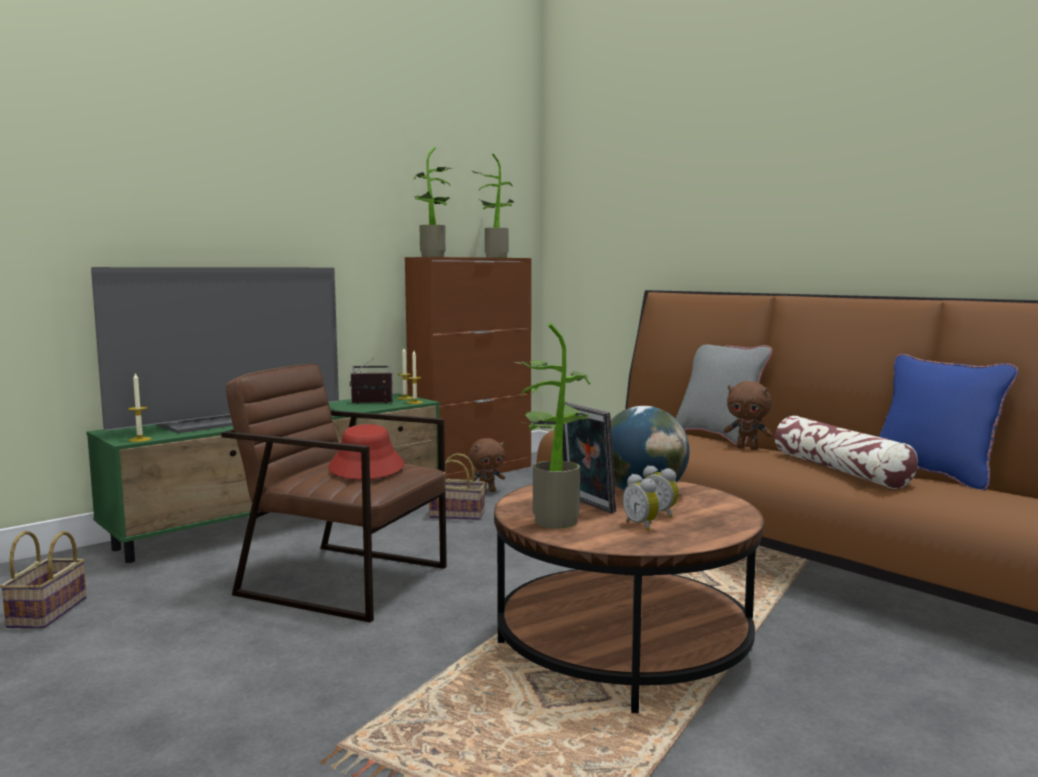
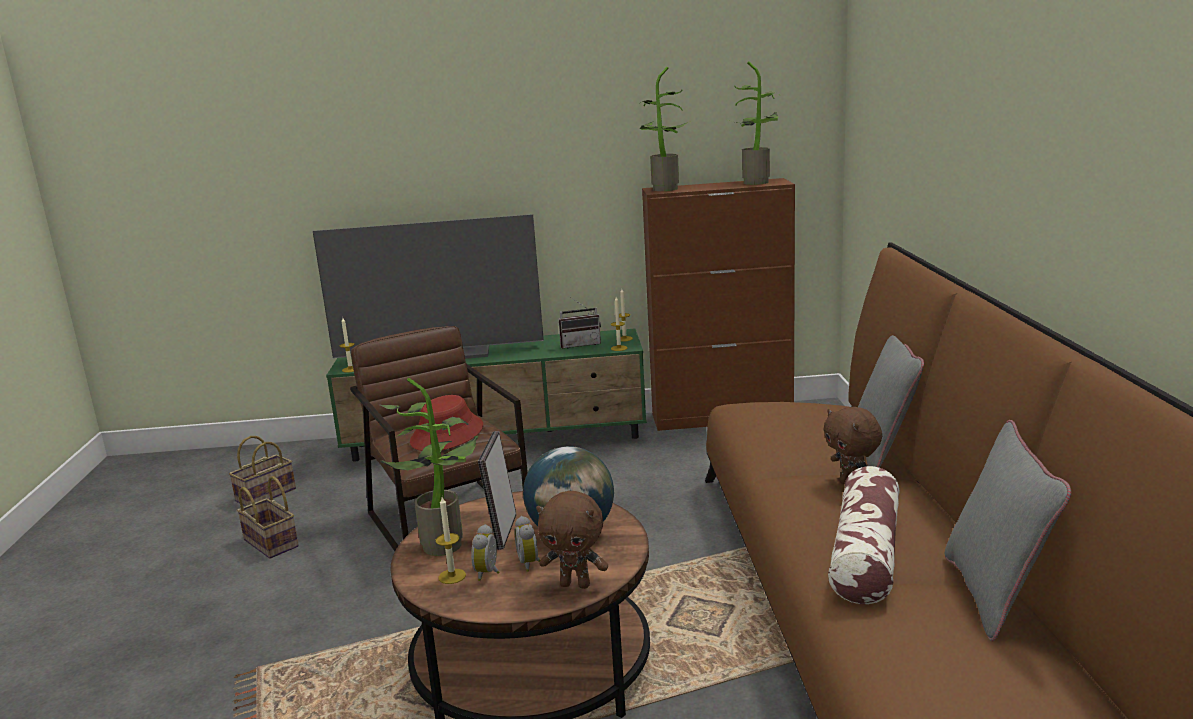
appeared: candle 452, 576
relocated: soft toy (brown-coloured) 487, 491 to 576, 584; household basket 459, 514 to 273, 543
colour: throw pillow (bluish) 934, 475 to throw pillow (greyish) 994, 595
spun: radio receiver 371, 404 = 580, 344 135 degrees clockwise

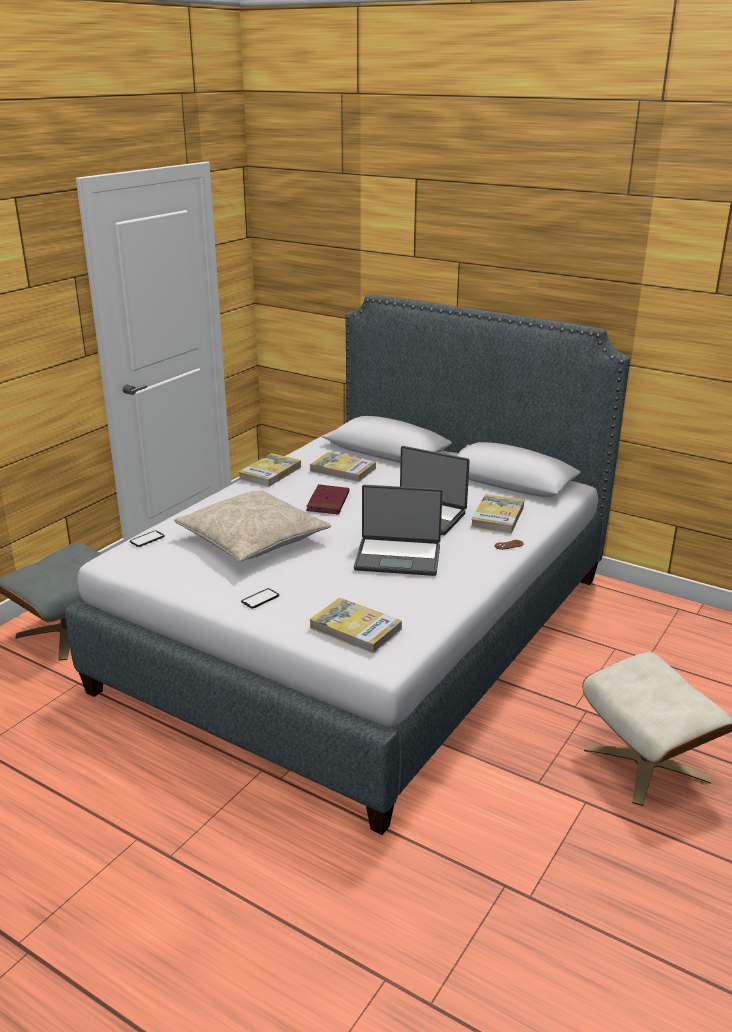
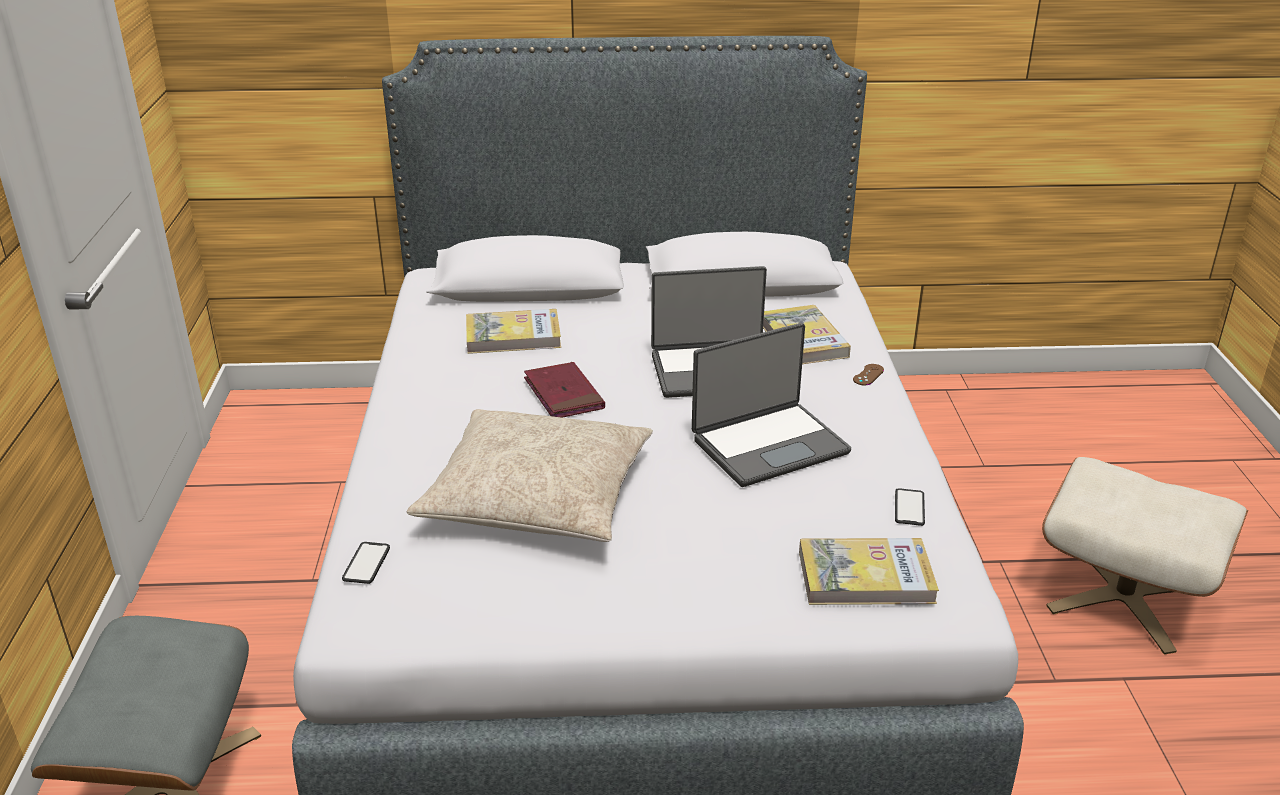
missing: bound book 270, 473
relocated: phone 260, 599 to 909, 508

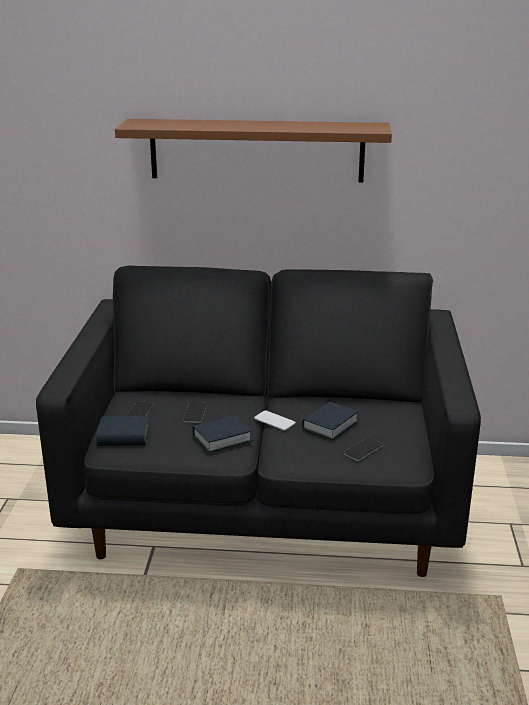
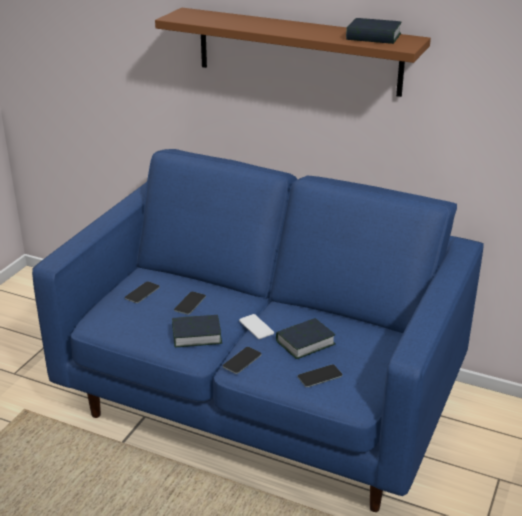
appeared: phone 242, 360
relocated: bound book 123, 437 to 373, 37
colour: sofa (blackish) 266, 509 to sofa (bluish) 263, 404

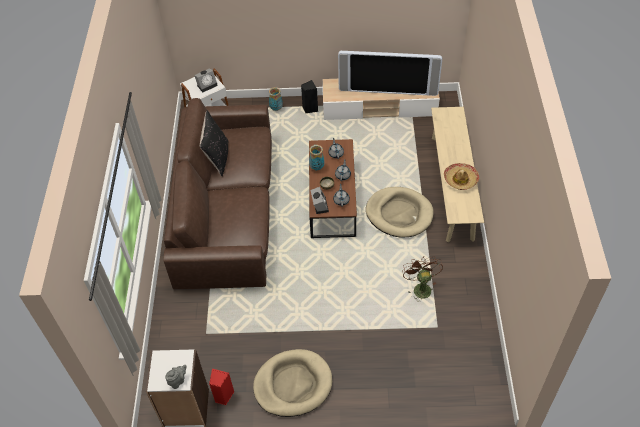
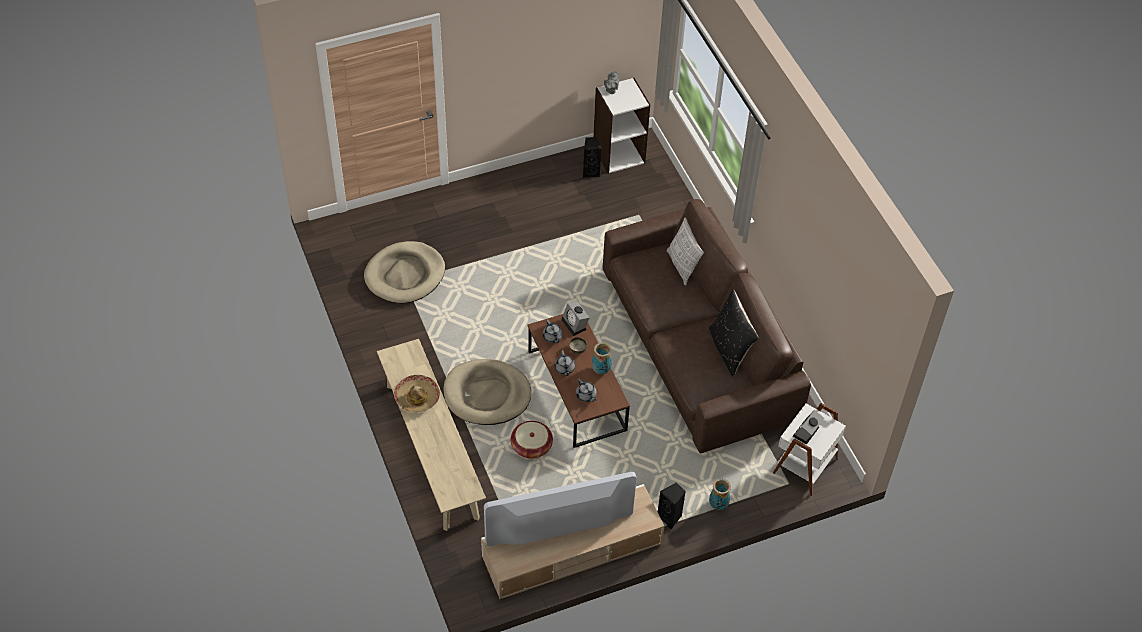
missing: fan (brown-coloured) 420, 287
appeared: throw pillow 682, 266; household basket 531, 446
relocated: pet bed (beige) 293, 384 to 405, 275
colour: speaker (reddish) 223, 396 to speaker (blackish) 591, 171

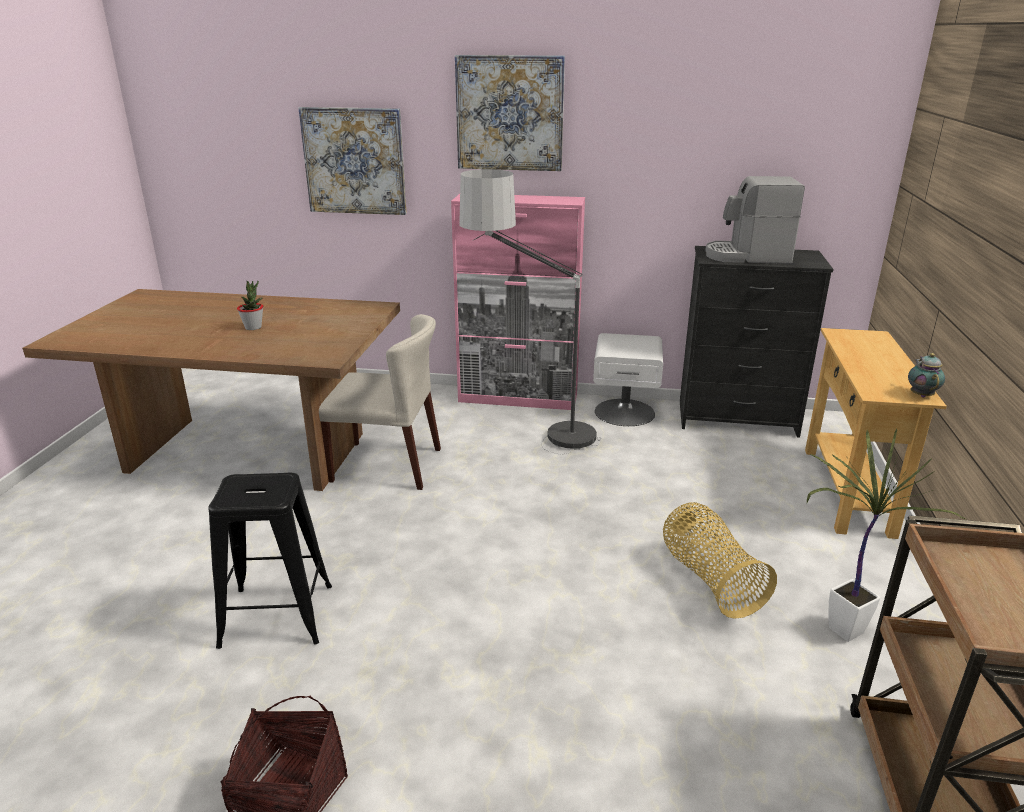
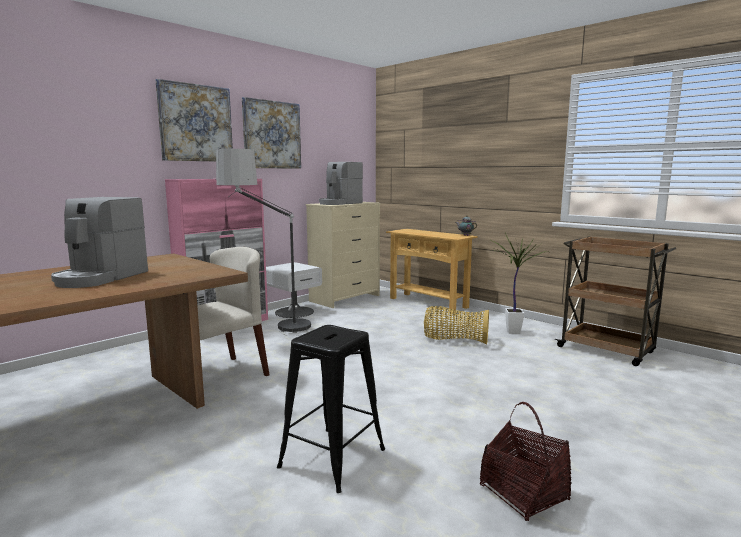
relocated: picture 354, 161 to 272, 135
exchanged: potted plant 253, 327 to coffee machine 100, 278
colour: chest of drawers (blackish) 737, 419 to chest of drawers (beige) 345, 298

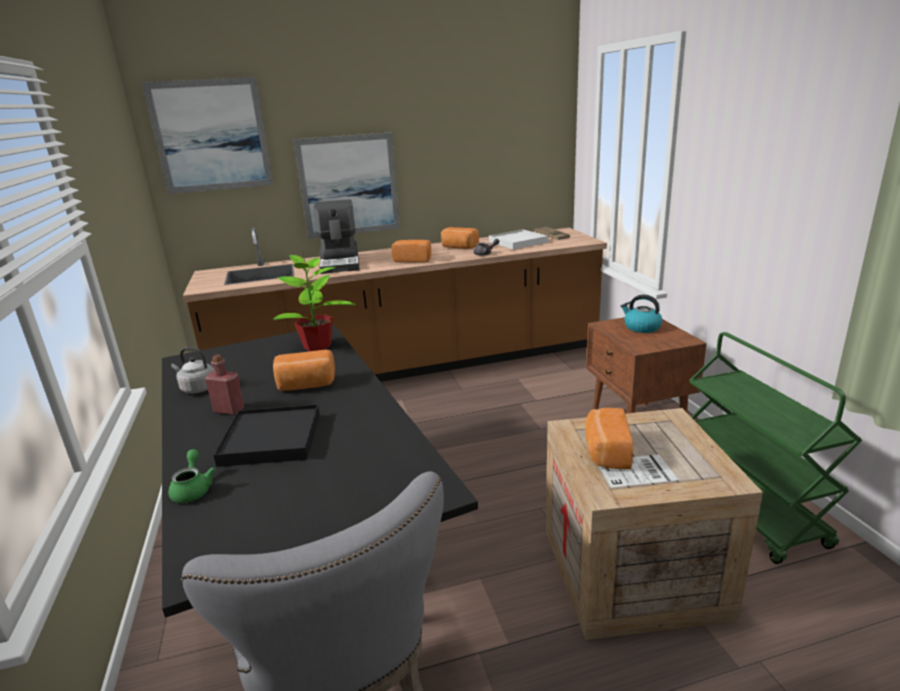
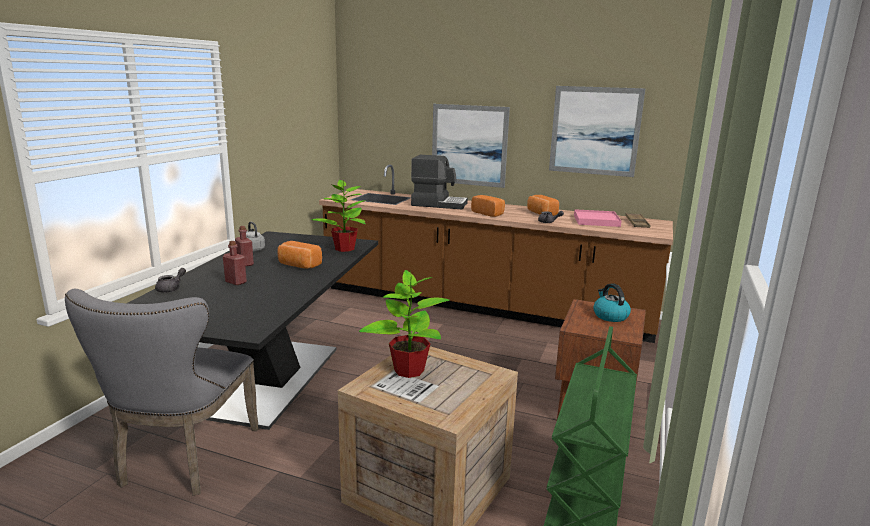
relocated: picture 211, 136 to 595, 131
exchanged: serving tray (blackish) 271, 439 to drink bottle (reddish) 236, 282; bakery bread 606, 452 to potted plant 408, 370
colour: serving tray (white-coloured) 517, 242 to serving tray (pinkish) 596, 220; tea pot (green-coloured) 193, 489 to tea pot (greyish) 171, 289
spun: coffee machine 341, 263 = 439, 204 105 degrees counterclockwise

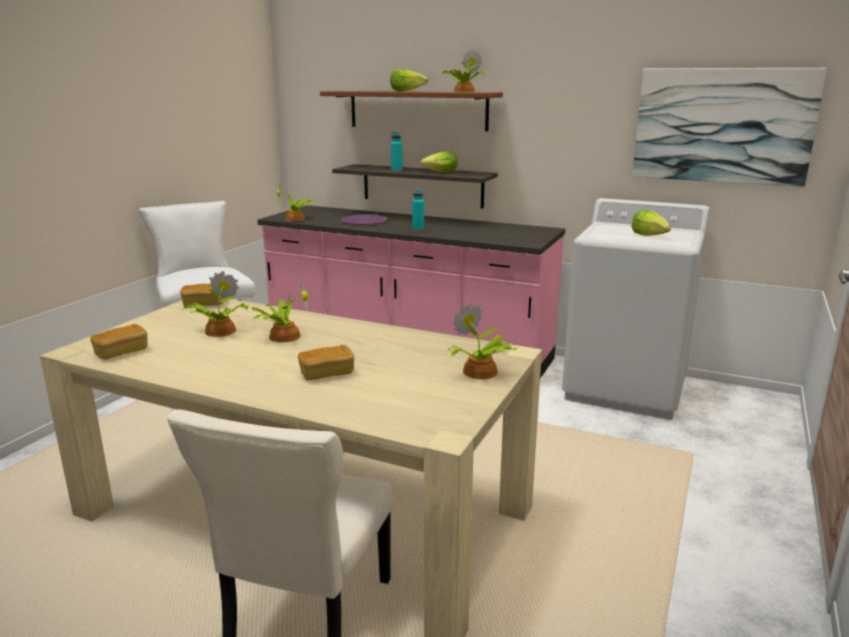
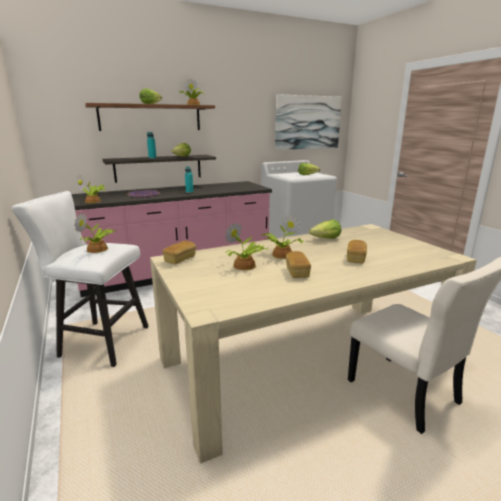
appeared: head of lettuce 326, 239
relocated: potted plant 480, 372 to 98, 249; bakery bread 121, 352 to 297, 272

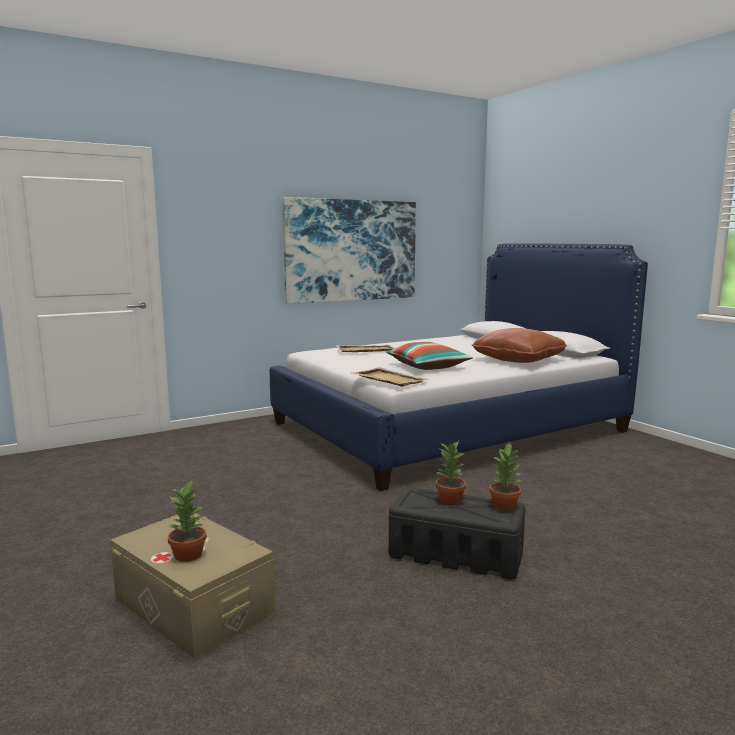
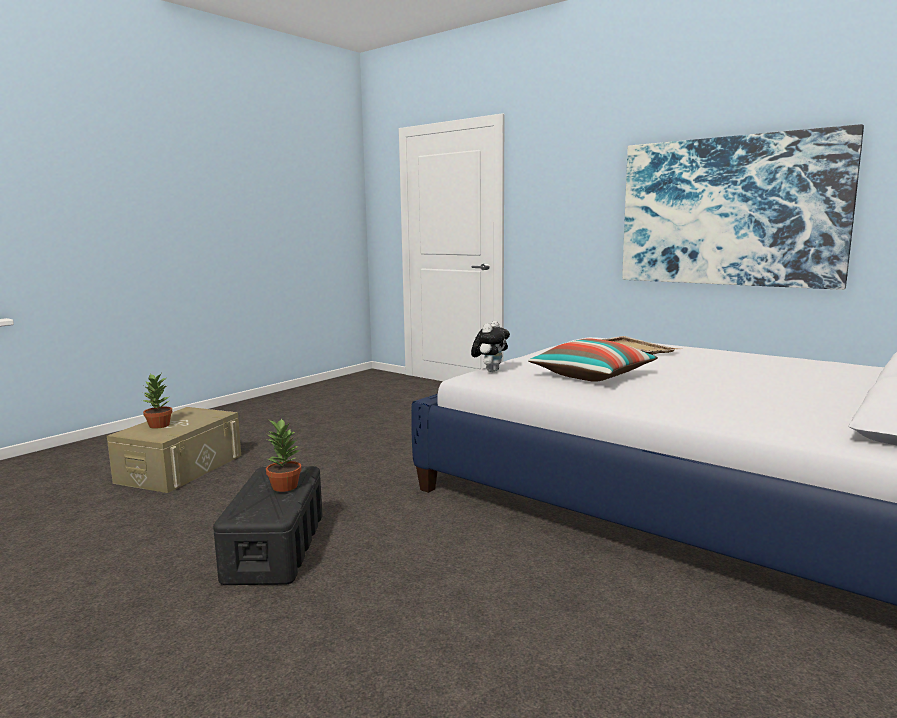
missing: throw pillow (brown-coloured) 518, 360; potted plant 505, 505
exchanged: serving tray (beige) 388, 379 to soft toy 490, 370

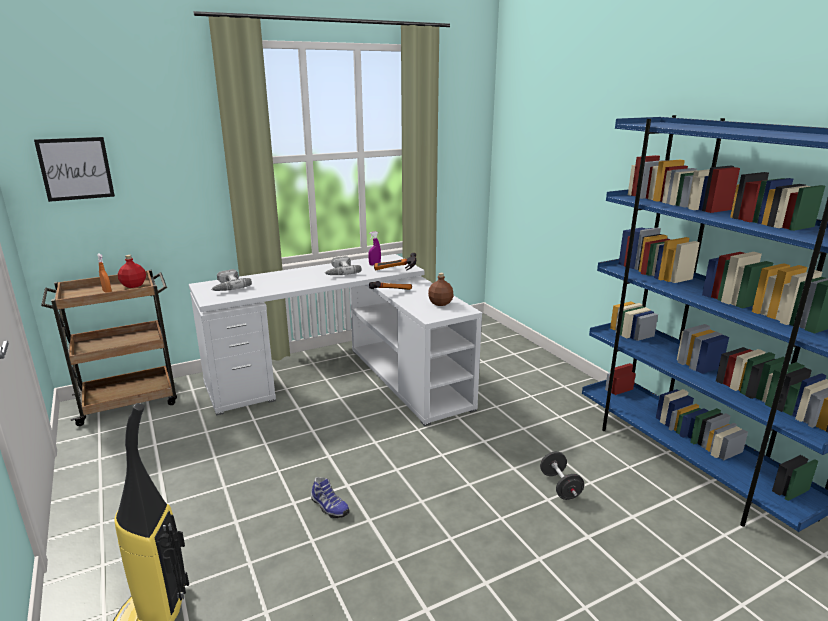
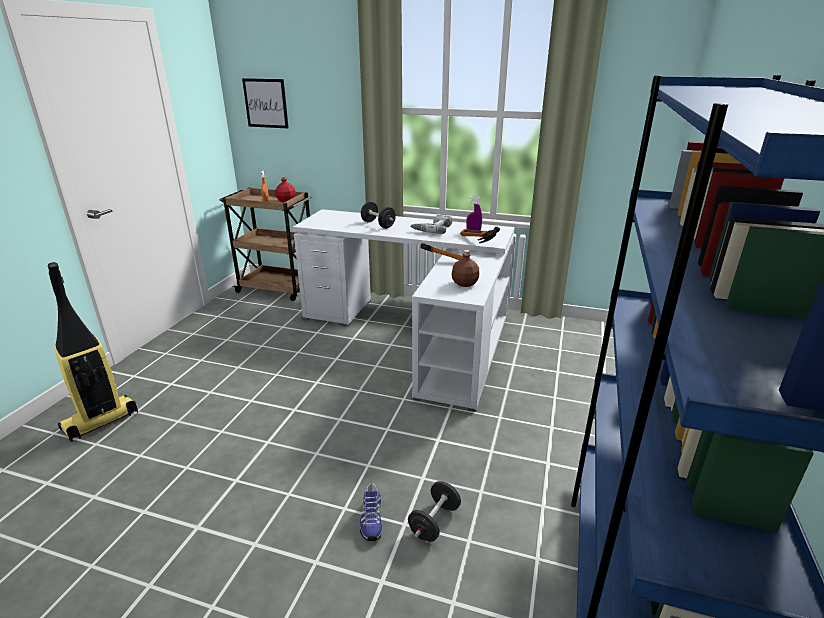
missing: electric drill 227, 286
appeared: hand weight (blackish) 378, 224
relocated: shoe 328, 507 to 371, 520

